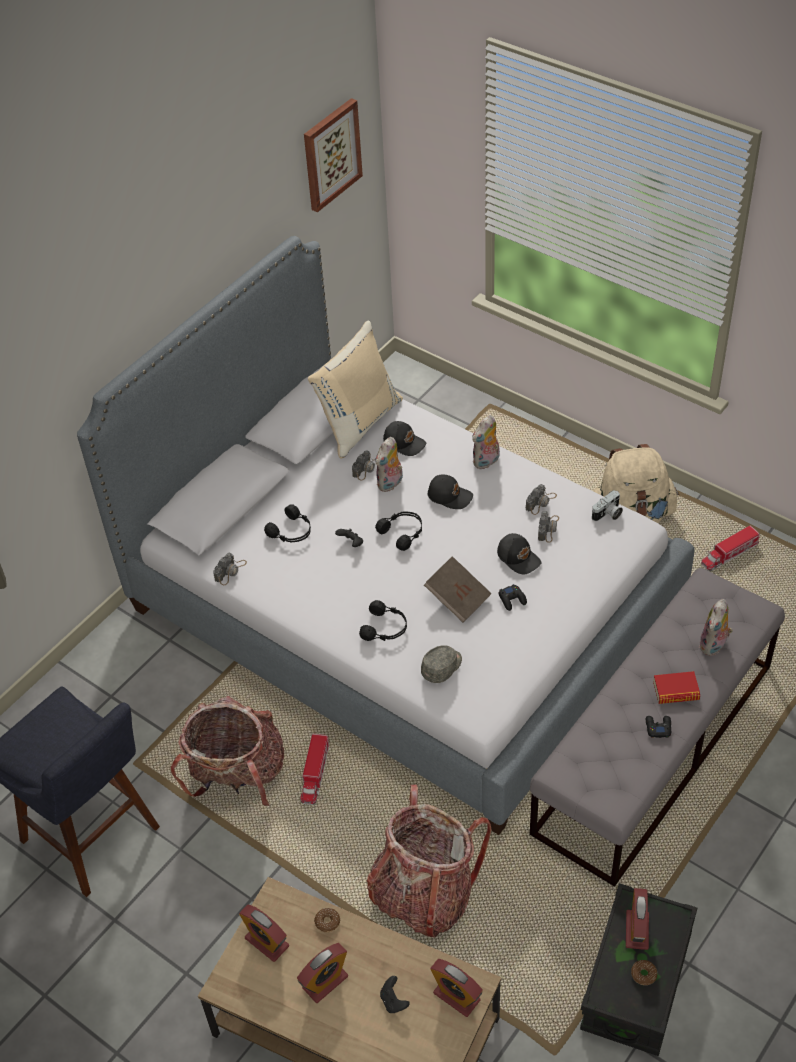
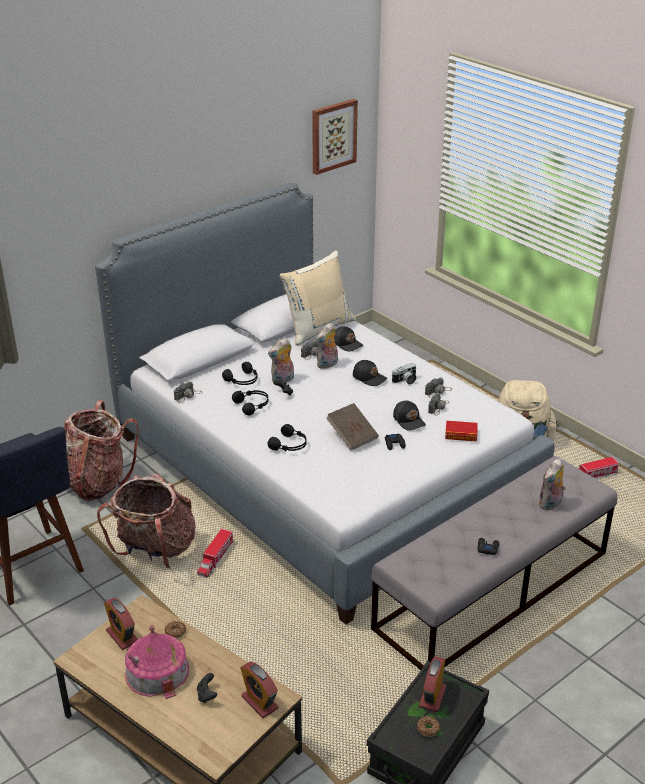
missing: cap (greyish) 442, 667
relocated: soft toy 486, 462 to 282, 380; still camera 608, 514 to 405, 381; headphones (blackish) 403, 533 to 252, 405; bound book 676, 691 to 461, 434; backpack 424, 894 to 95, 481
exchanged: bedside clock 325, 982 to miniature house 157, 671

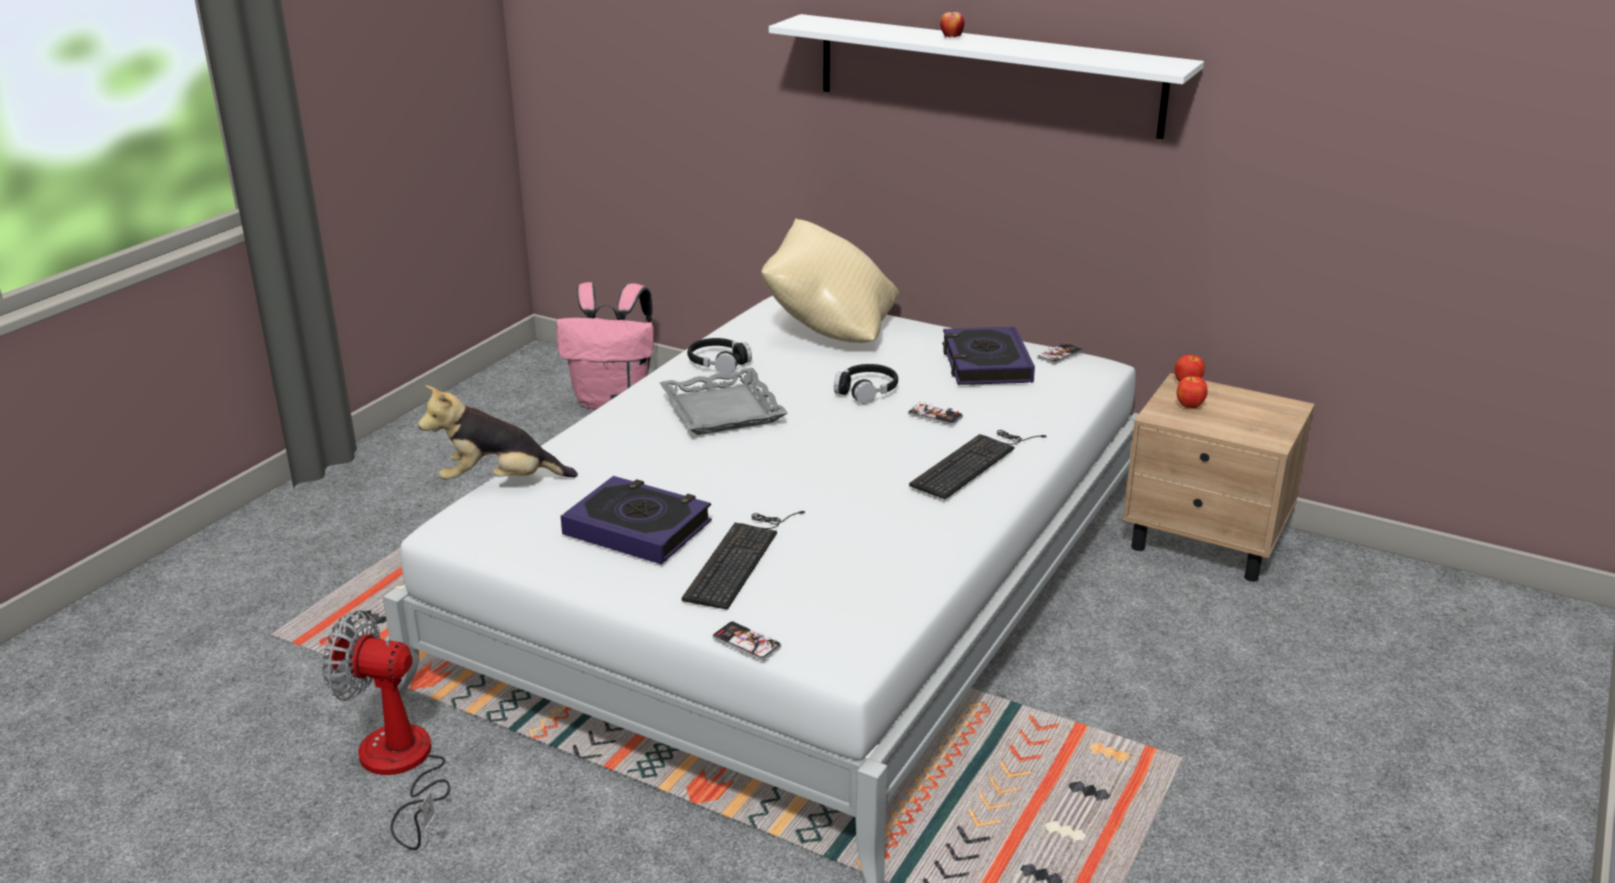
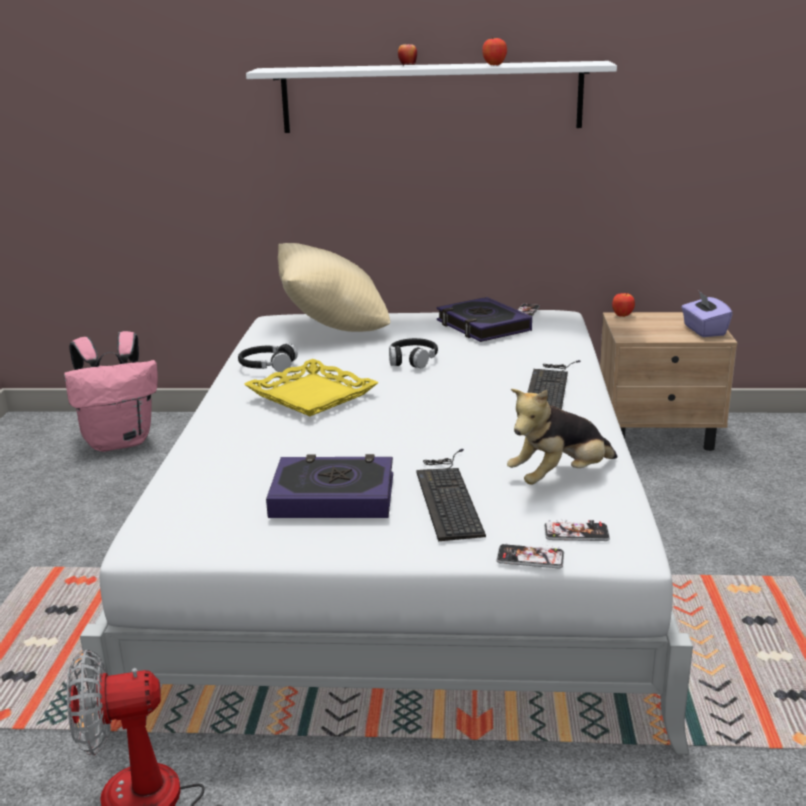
appeared: tissue holder (purplish) 703, 330
relocated: apple fruit 1189, 406 to 494, 65; soft toy 499, 482 to 560, 478; phone 935, 415 to 576, 533
colour: serving tray (greyish) 723, 410 to serving tray (yellow-coloured) 312, 395

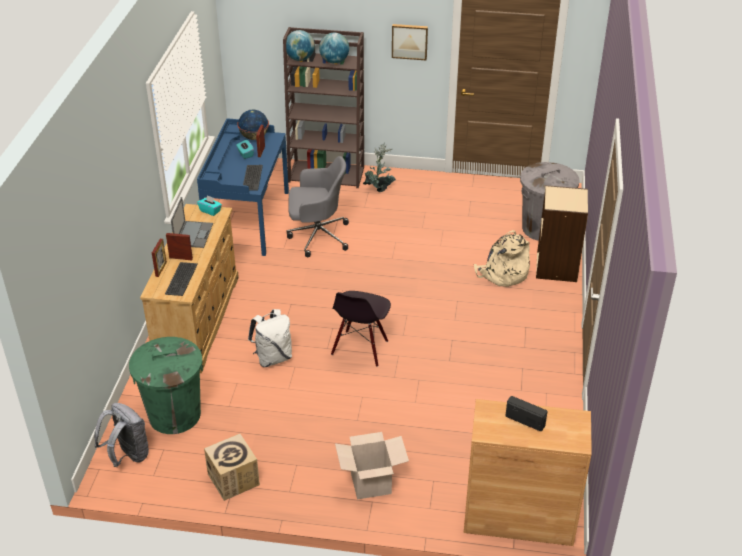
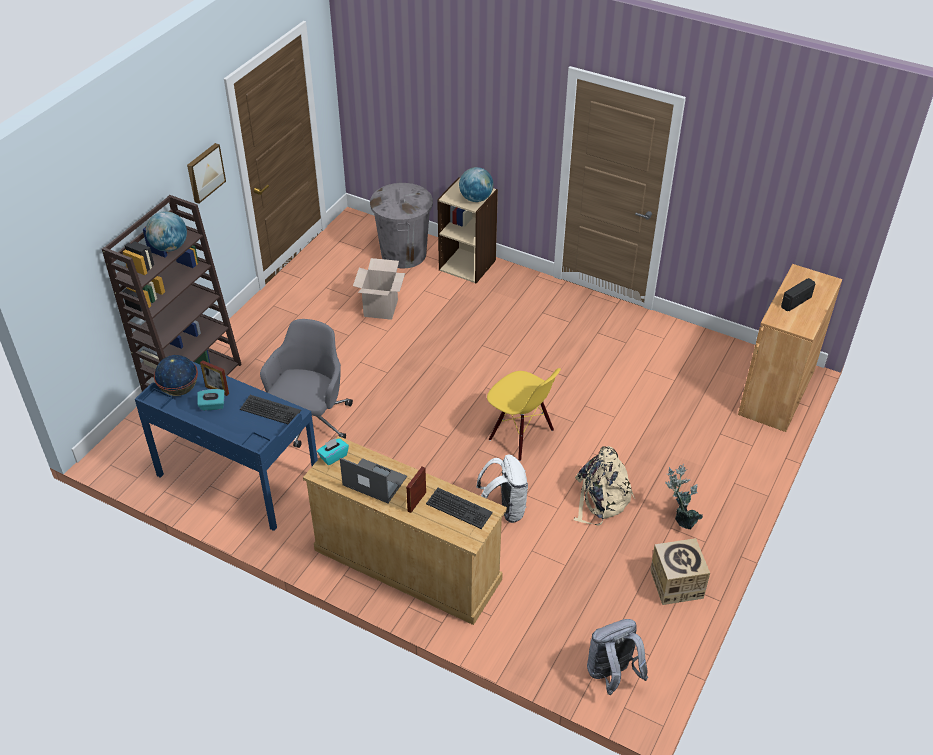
missing: standing frame 161, 269; waste bin (green-coloured) 174, 414
relocated: world globe 300, 59 to 476, 198; potted plant 379, 188 to 680, 518; backpack (beige) 502, 274 to 600, 499; packing box 371, 484 to 381, 308
colour: plain chair (blackish) 360, 348 to plain chair (yellow-coloured) 520, 435

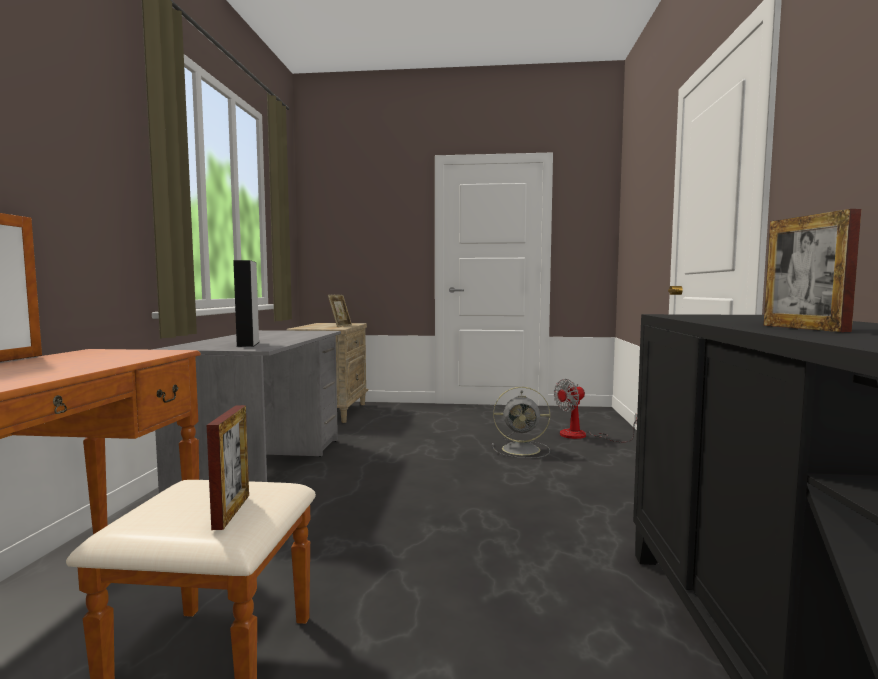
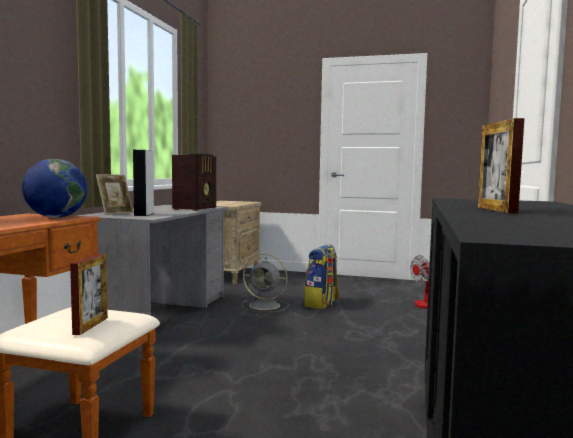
appeared: radio receiver 196, 208; world globe 56, 217; backpack 321, 304
relocated: standing frame 340, 326 to 115, 213; fan (greyish) 522, 449 to 266, 306

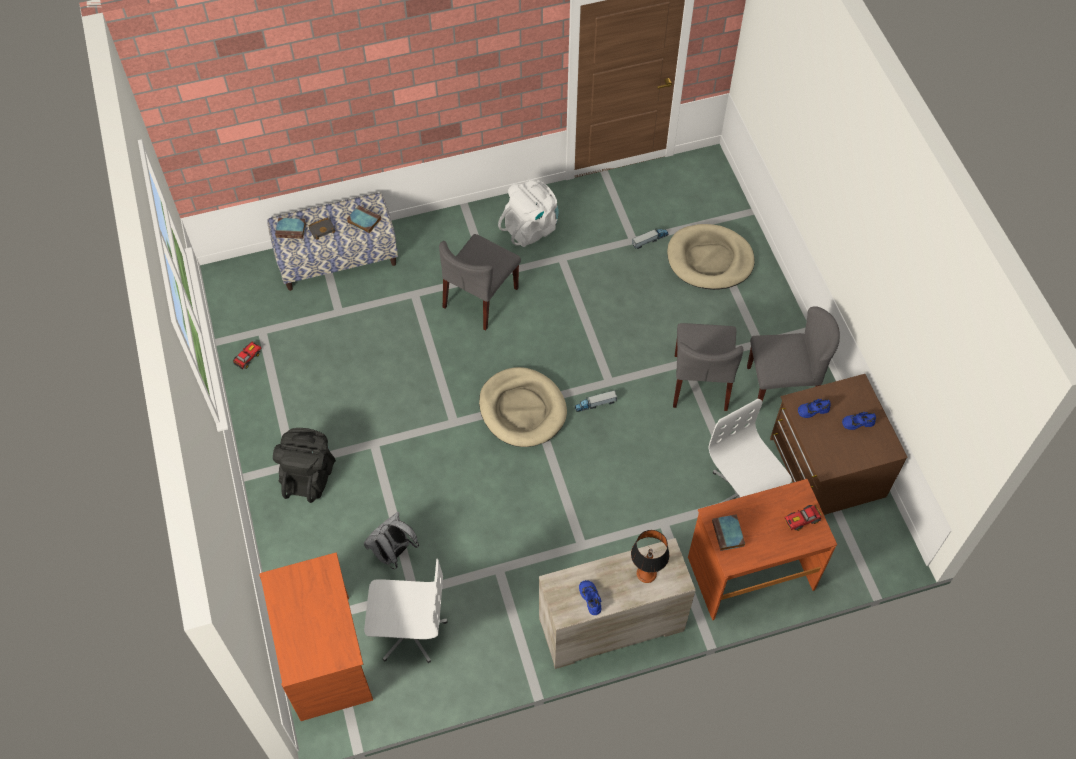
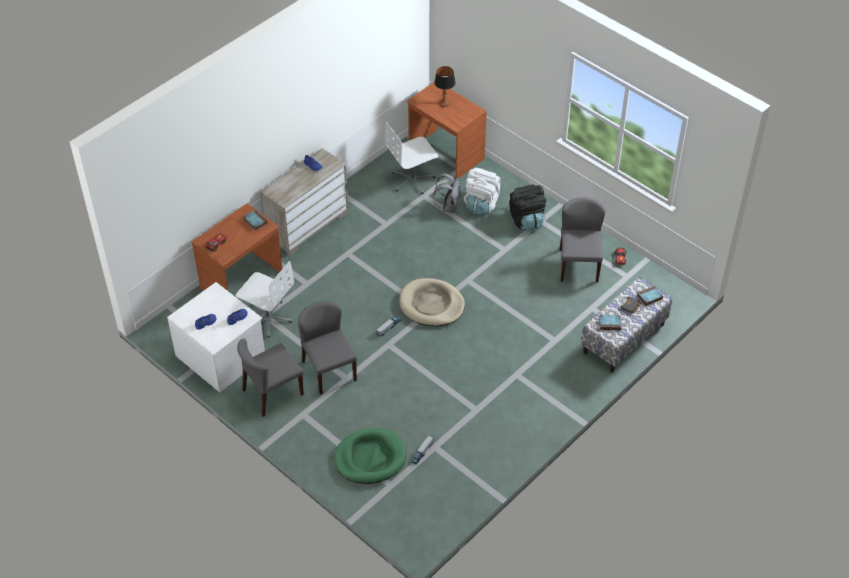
relocated: backpack (white-coloured) 531, 228 to 481, 204; plain chair (greyish) 480, 298 to 578, 265; lamp for a table 646, 573 to 444, 103
colour: pet bed (beige) 709, 260 to pet bed (green-coloured) 370, 458; chest of drawers (brown-coloured) 825, 467 to chest of drawers (white-coloured) 221, 355

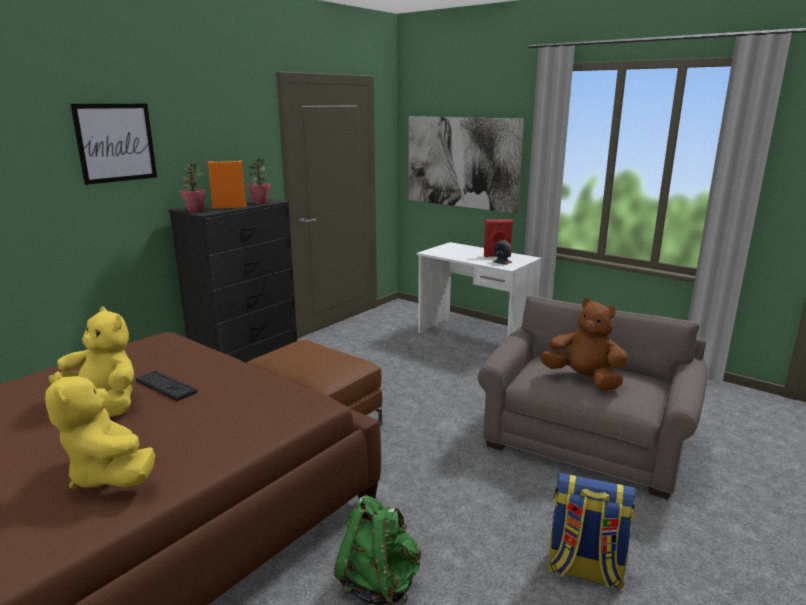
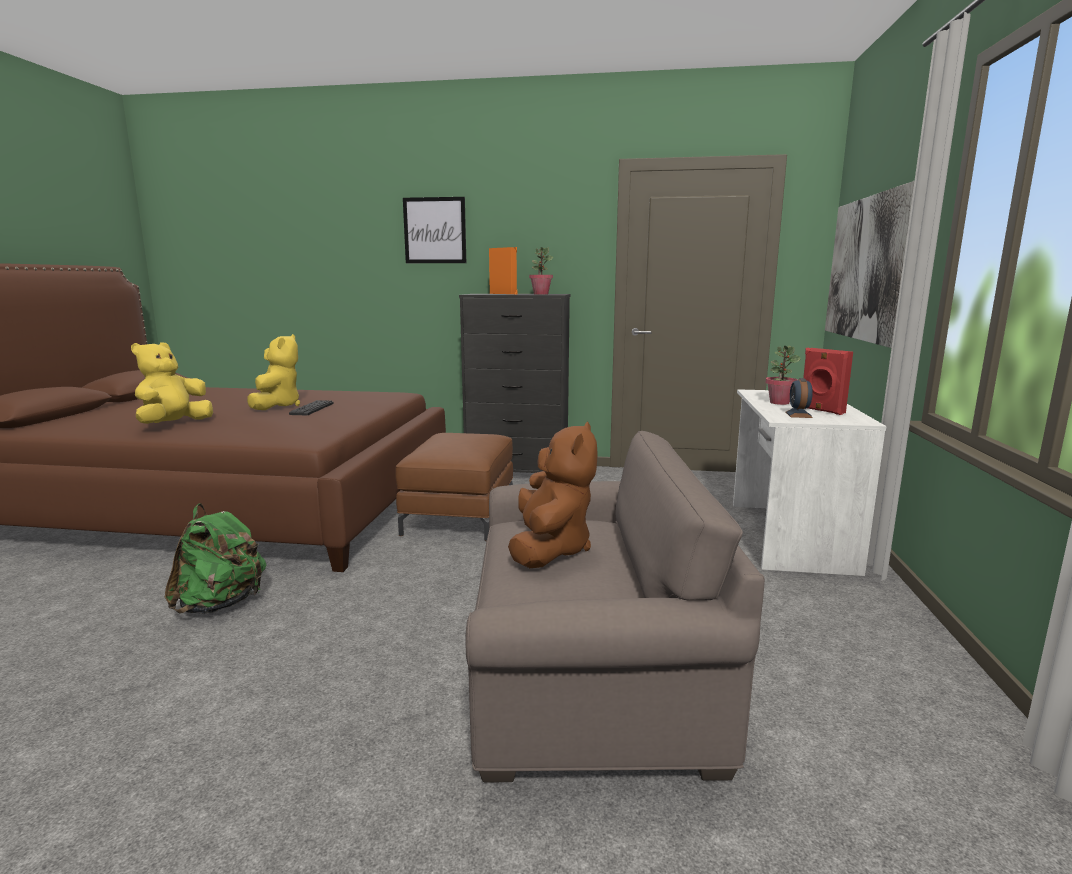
missing: backpack 584, 569
relocated: potted plant 194, 210 to 779, 402

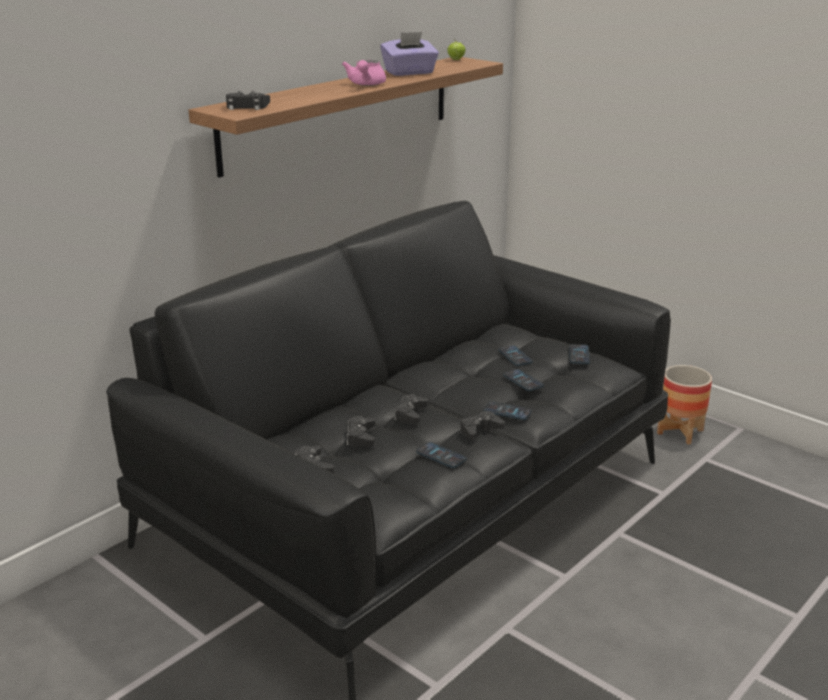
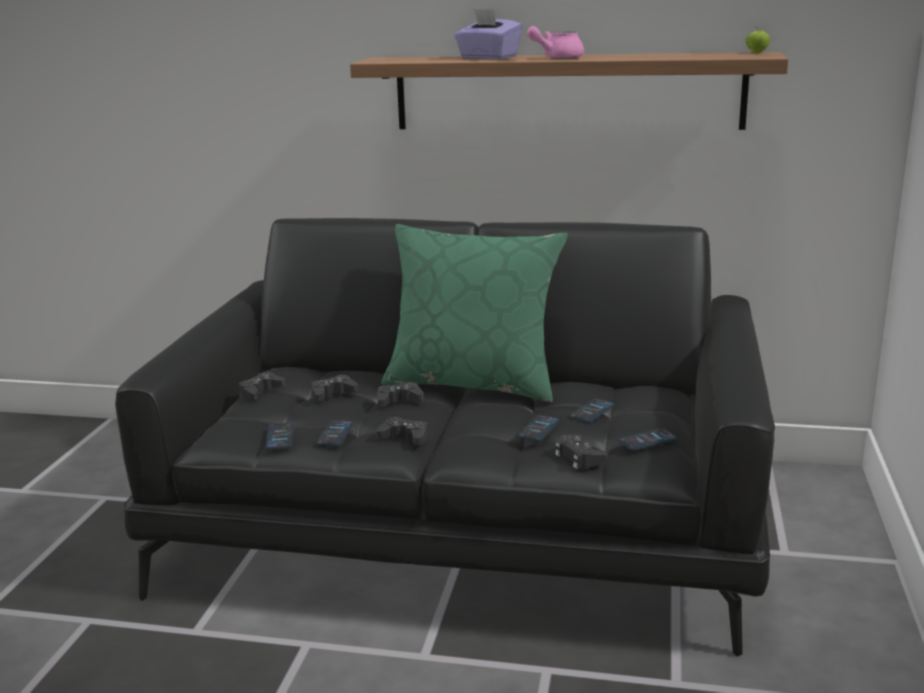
missing: plant pot 680, 432
appeared: throw pillow (green-coloured) 473, 382
relocated: tissue holder (purplish) 409, 73 to 488, 57; game controller (blackish) 246, 106 to 579, 457; phone 507, 411 to 280, 437

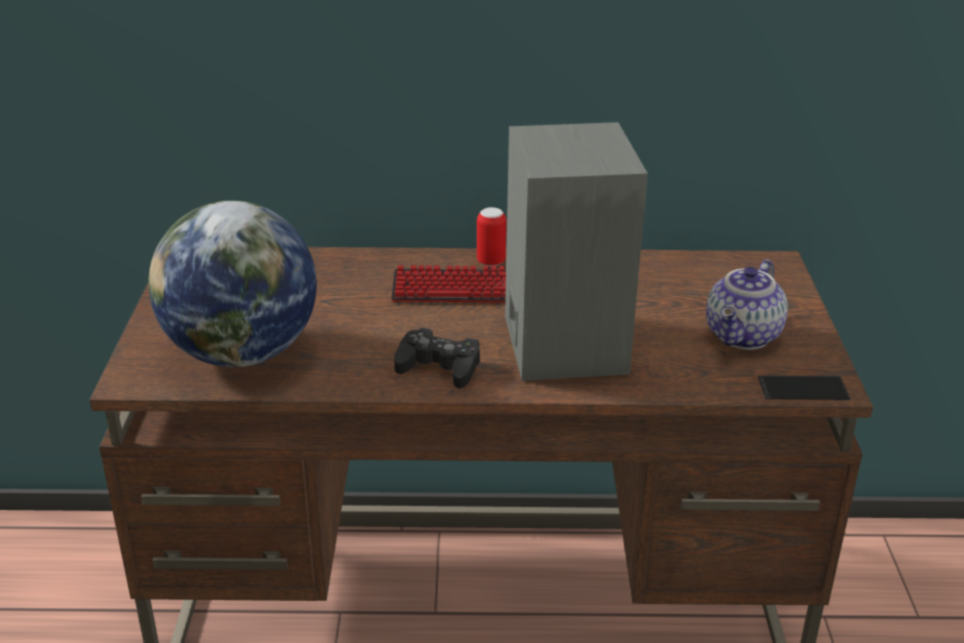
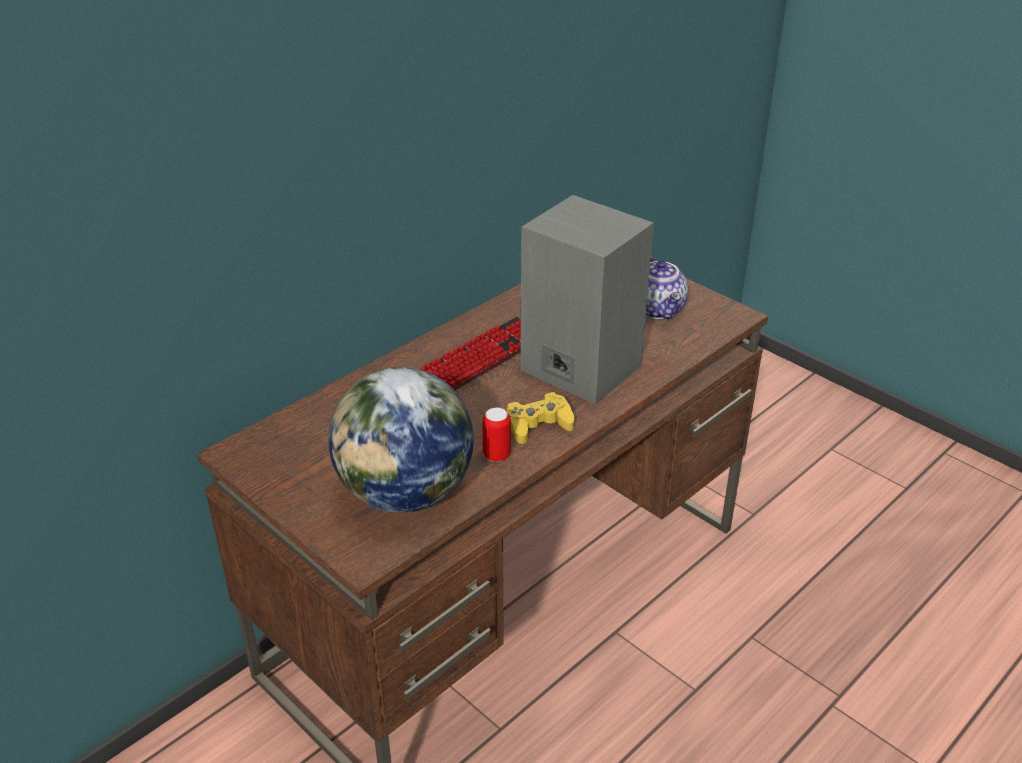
missing: phone 803, 388
relocated: metal can 491, 262 to 496, 455
colour: game controller (blackish) 439, 366 to game controller (yellow-coloured) 538, 424

